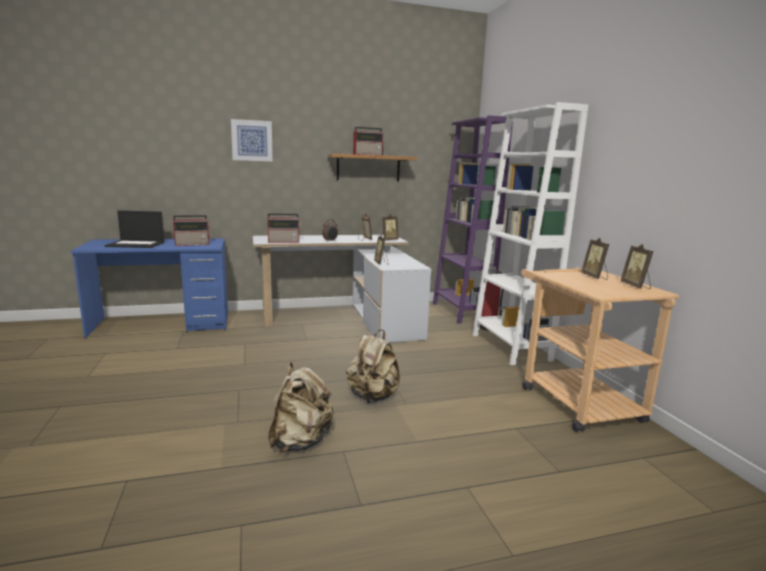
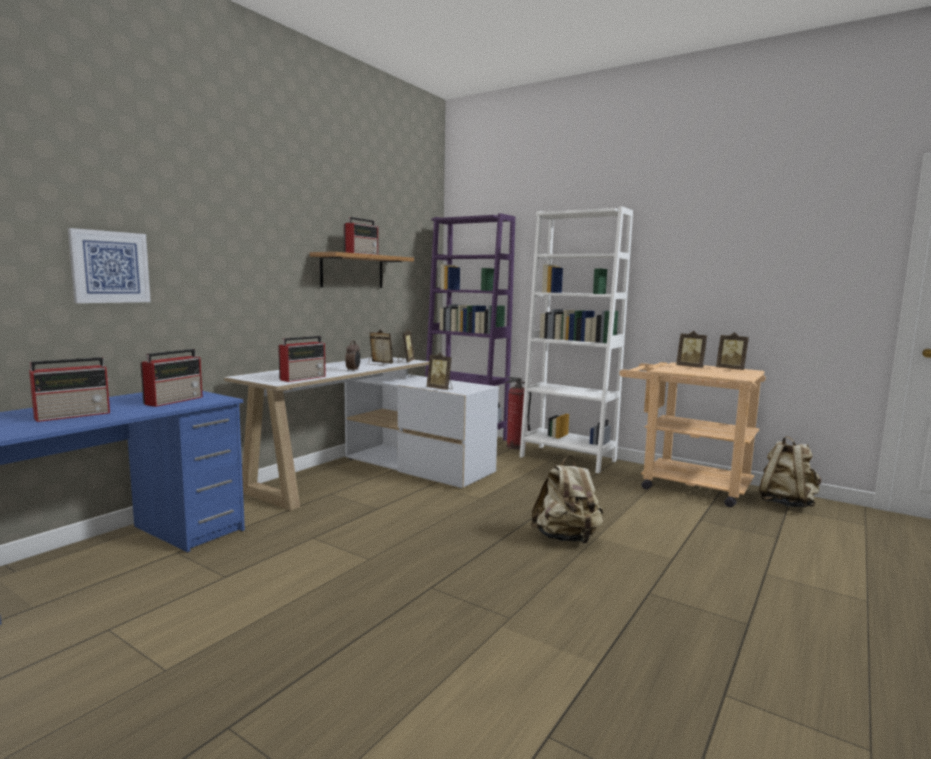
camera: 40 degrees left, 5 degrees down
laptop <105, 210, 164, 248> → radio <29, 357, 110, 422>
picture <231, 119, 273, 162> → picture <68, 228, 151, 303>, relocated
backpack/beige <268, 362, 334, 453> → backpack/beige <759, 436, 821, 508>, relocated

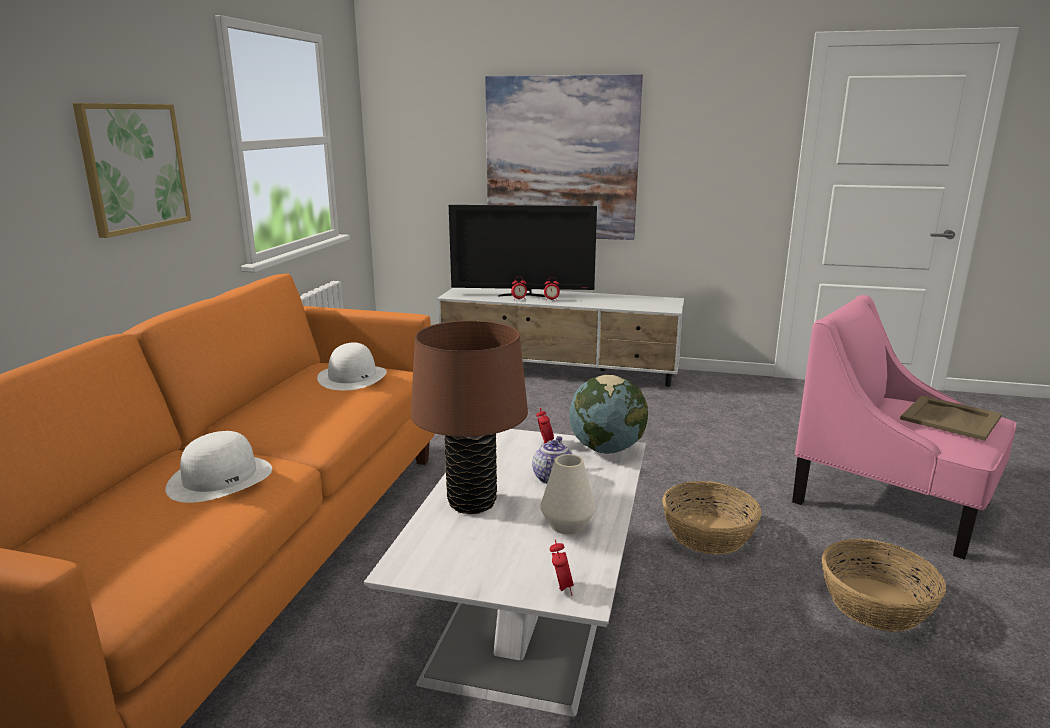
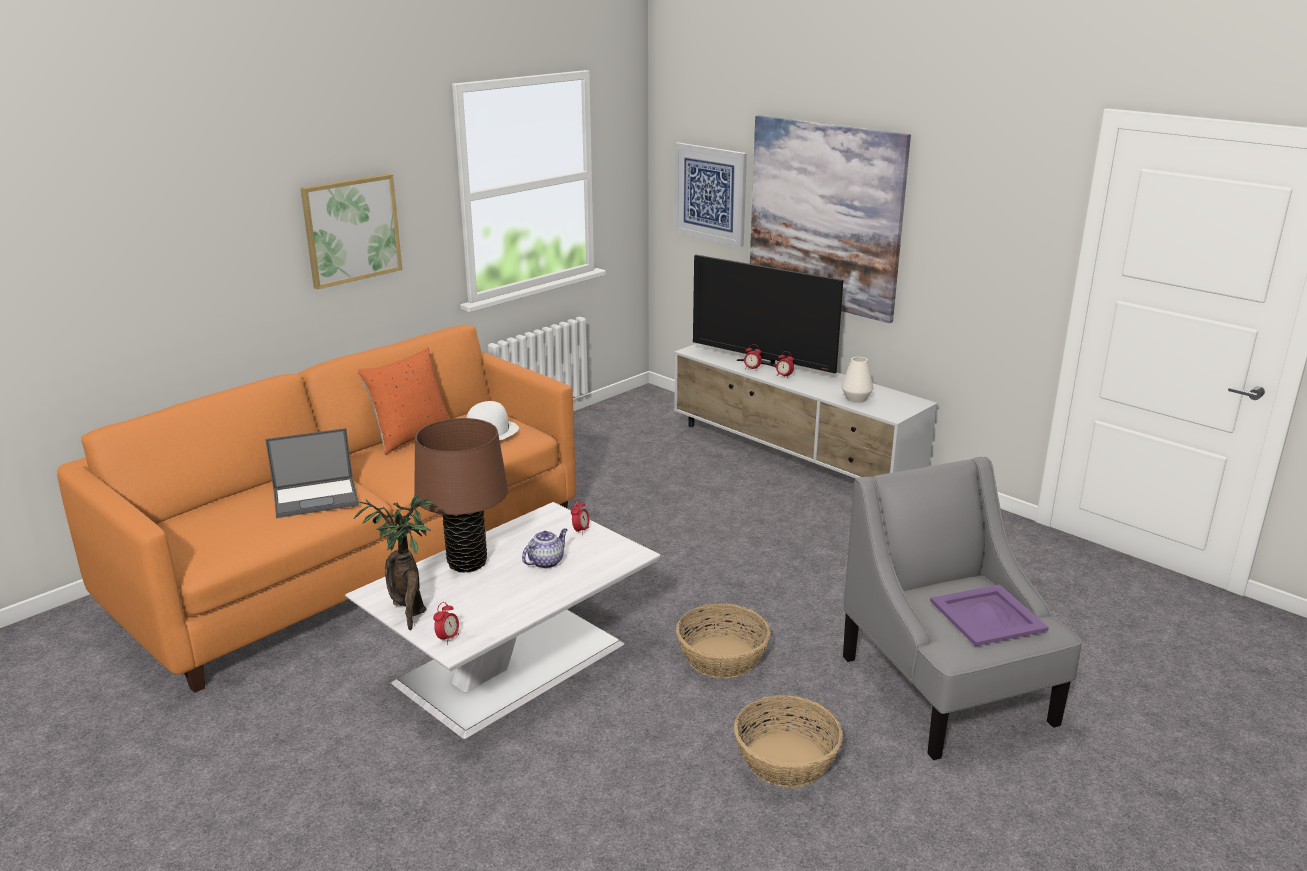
camera: 30 degrees right, 5 degrees up
hat/white <165, 431, 272, 503> → laptop <265, 428, 359, 518>
- → potted plant <354, 494, 438, 630>
- → pillow/orange <357, 347, 450, 455>
- → picture <674, 142, 747, 247>
vase/white <540, 454, 596, 534> → vase/white <841, 357, 873, 402>, relocated
armchair/pink <792, 295, 1017, 560> → armchair/grey <843, 457, 1082, 760>
tray/beige <900, 395, 1002, 441> → tray/purple <930, 584, 1049, 646>
globe <569, 375, 648, 454> → -

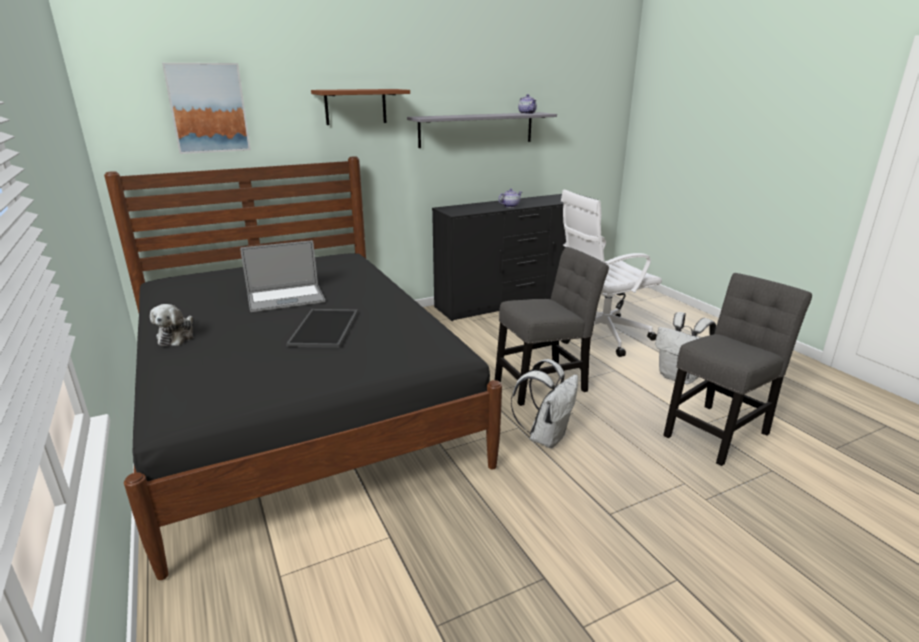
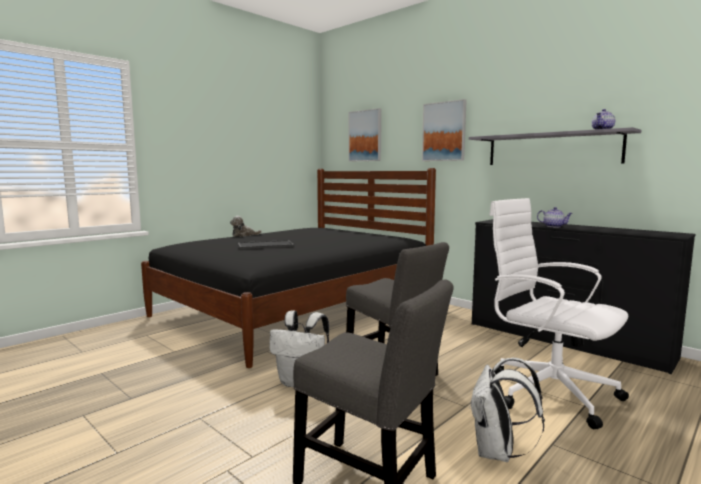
camera: 70 degrees right, 15 degrees down
shelf/brown <311, 89, 410, 125> → picture <422, 99, 467, 161>
laptop <240, 240, 325, 312> → -

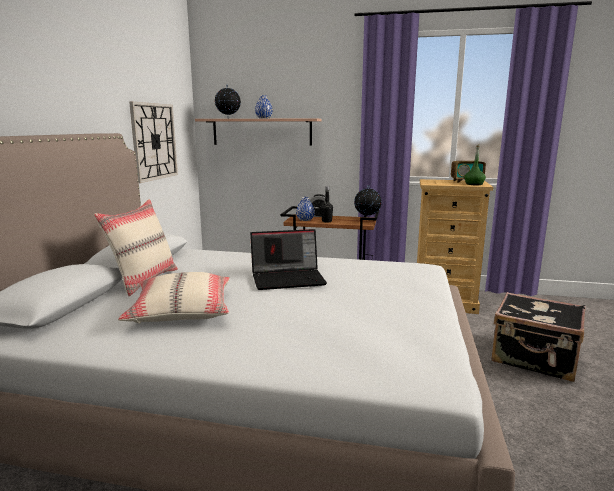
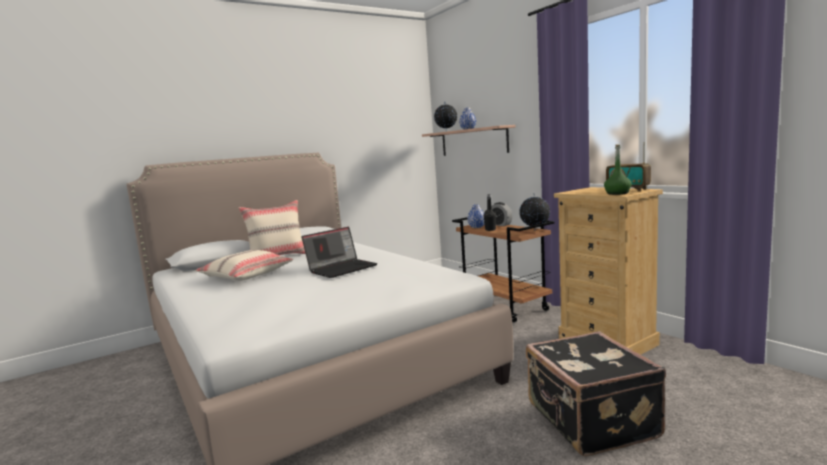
camera: 45 degrees right, 5 degrees down
laptop <250, 229, 327, 290> → laptop <301, 227, 377, 278>, 75 degrees counterclockwise
wall clock <129, 102, 178, 183> → -

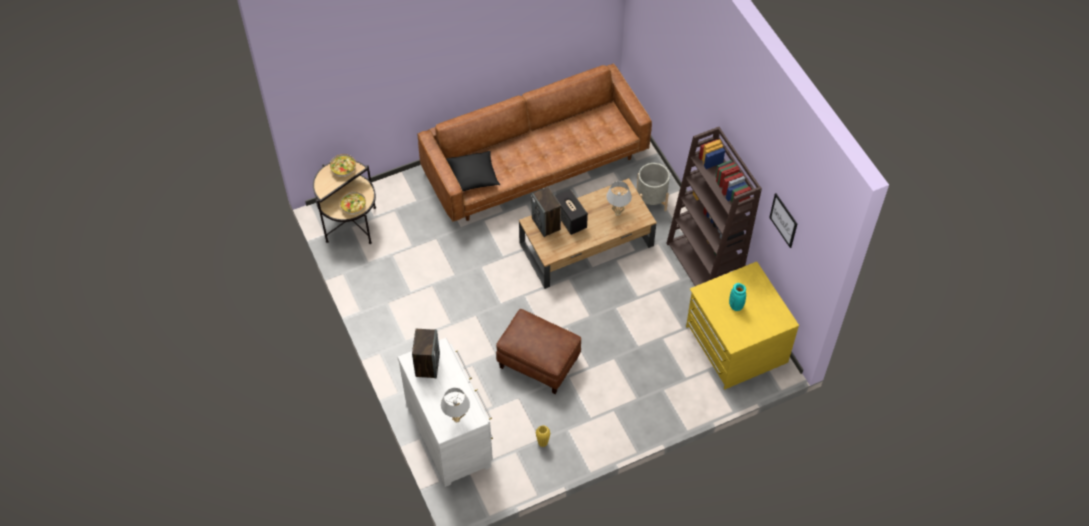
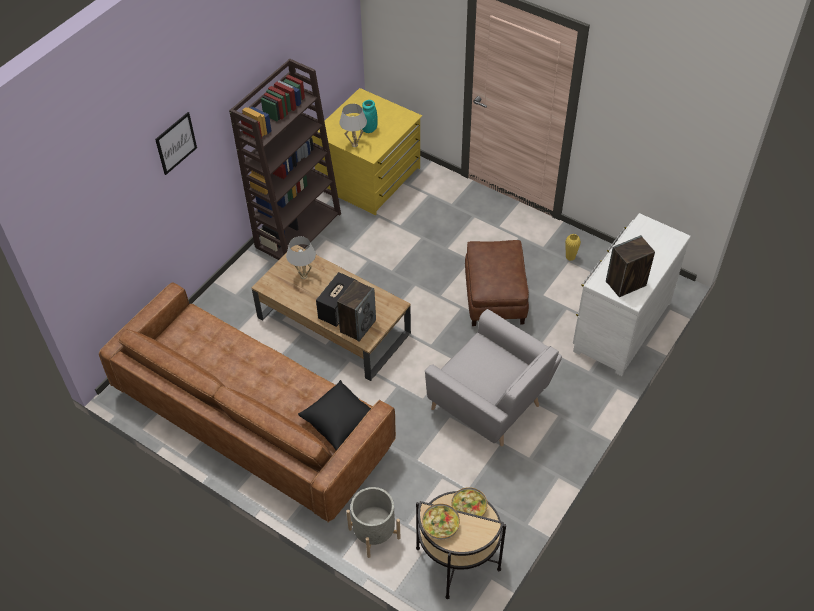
camera: 120 degrees left, 5 degrees down
picture <769, 193, 797, 248> → picture <155, 112, 197, 175>, relocated
table lamp/white <441, 388, 470, 422> → table lamp/white <339, 104, 367, 147>, relocated
planter/grey <636, 163, 670, 211> → planter/grey <346, 487, 401, 558>, relocated
- → armchair/grey <425, 309, 562, 446>

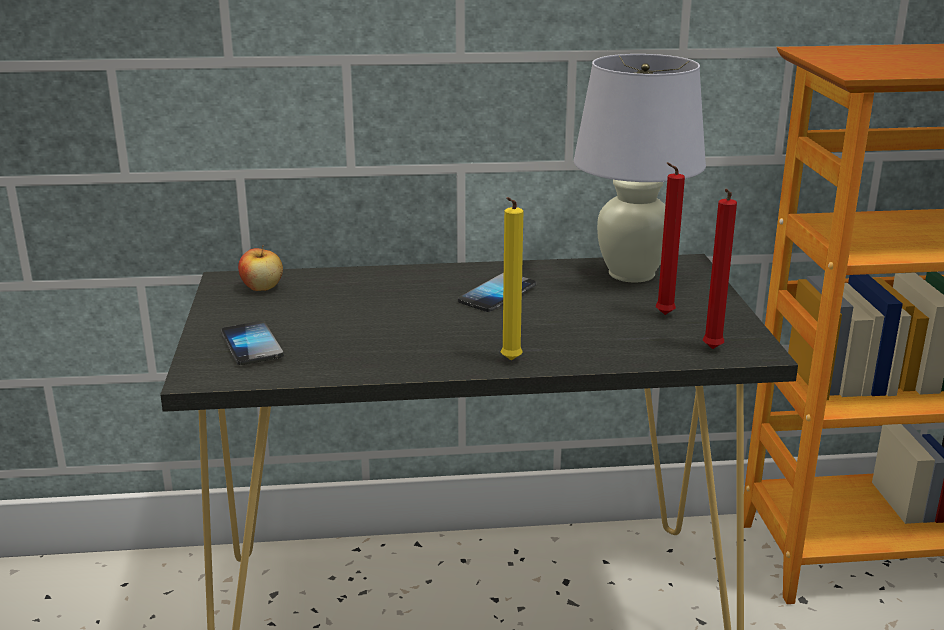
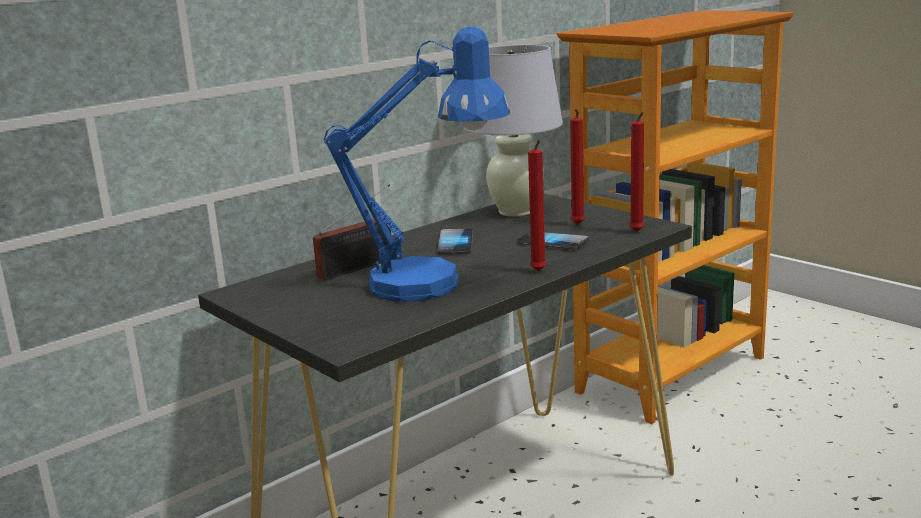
camera: 35 degrees left, 5 degrees down
- → radio <313, 184, 391, 280>
- → table lamp/blue <324, 26, 510, 302>
phone <221, 321, 284, 365> → phone <516, 232, 589, 249>, relocated
candle/yellow <501, 197, 523, 360> → candle/red <528, 139, 547, 271>
apple <238, 245, 283, 291> → -

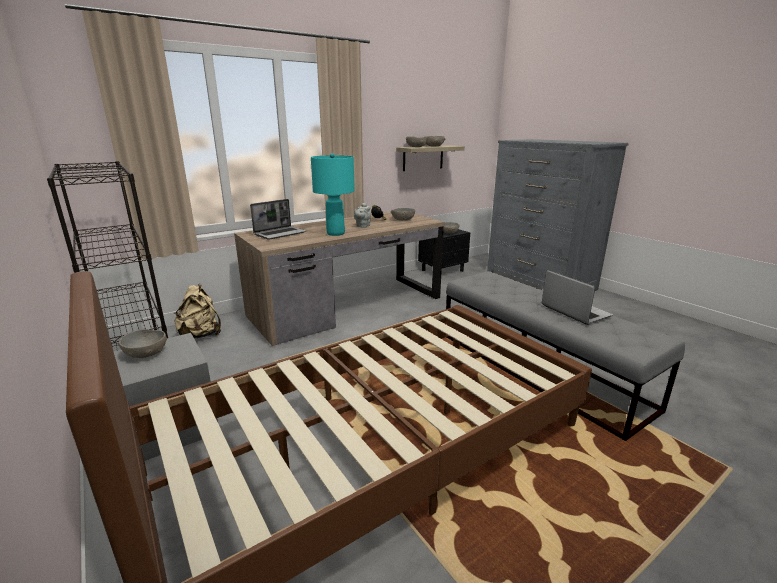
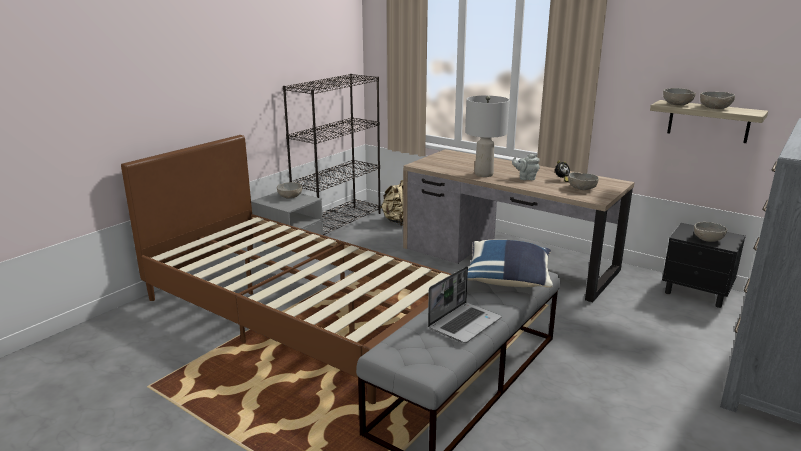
camera: 70 degrees right, 0 degrees up
table lamp/turquoise <311, 153, 355, 236> → table lamp/grey <465, 96, 510, 177>
- → pillow/blue <467, 240, 553, 288>
laptop <250, 199, 306, 240> → -

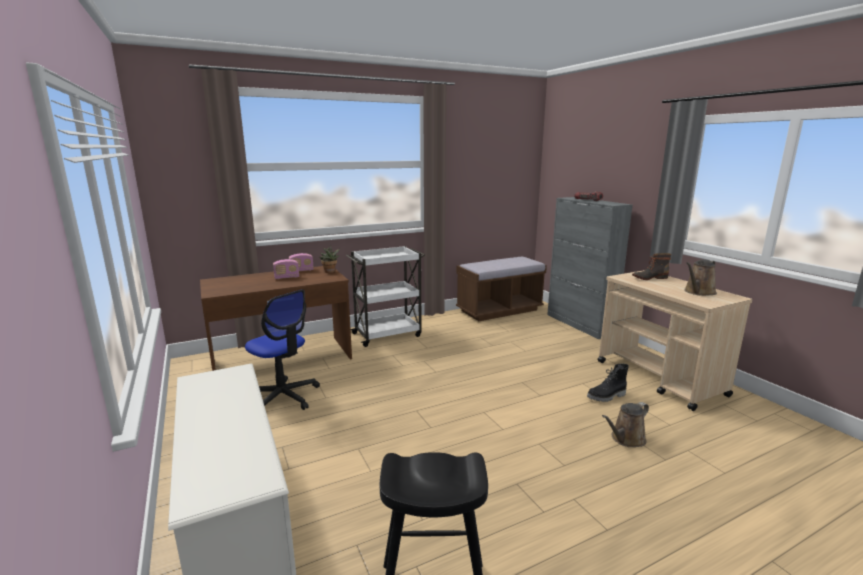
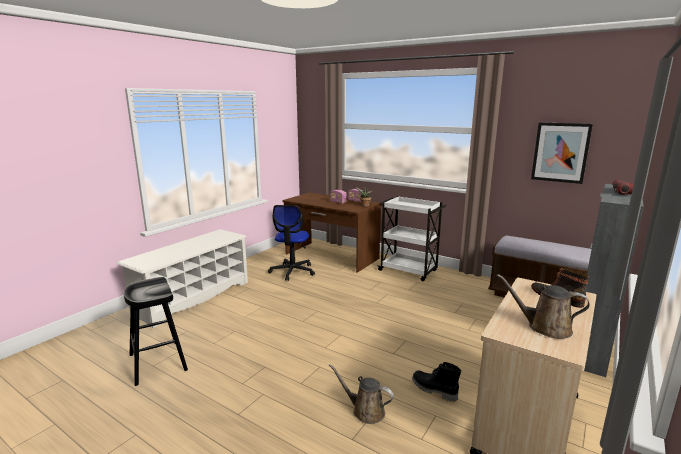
camera: 60 degrees right, 0 degrees up
- → picture <531, 122, 593, 184>

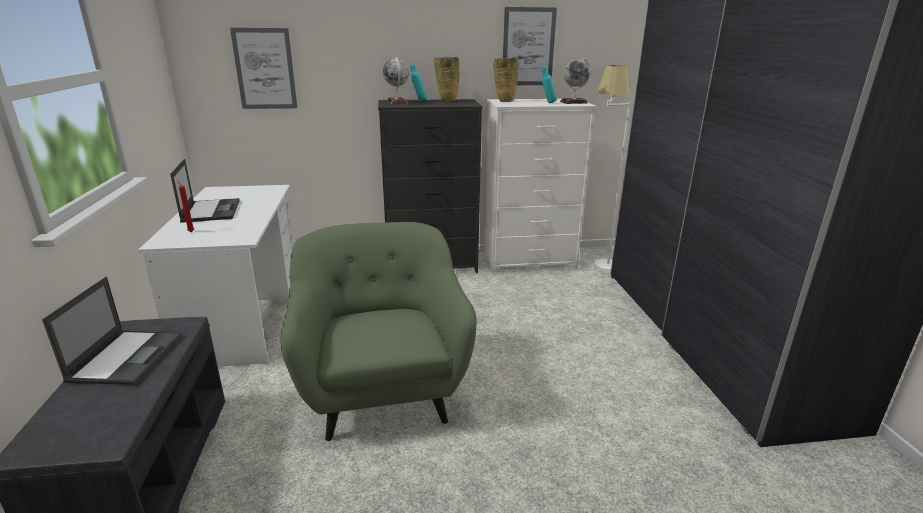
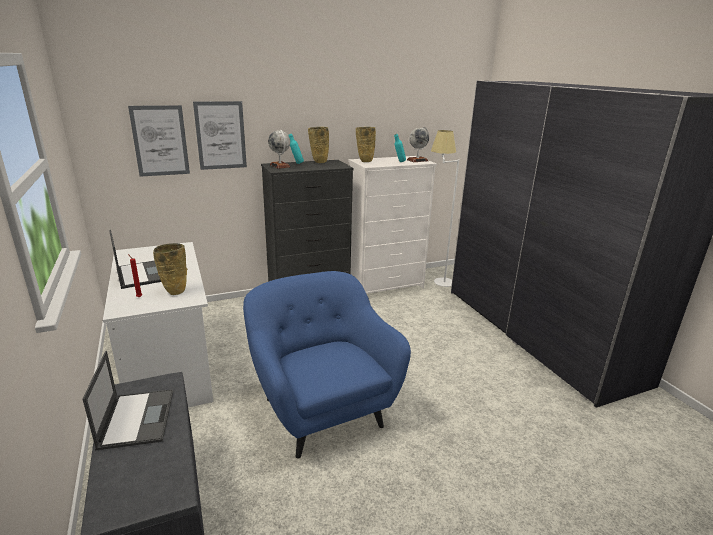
camera: 15 degrees left, 0 degrees up
- → vase/beige <153, 243, 187, 295>
picture <503, 7, 557, 85> → picture <193, 101, 247, 170>, relocated
armchair/green <280, 222, 477, 441> → armchair/blue <243, 271, 411, 458>

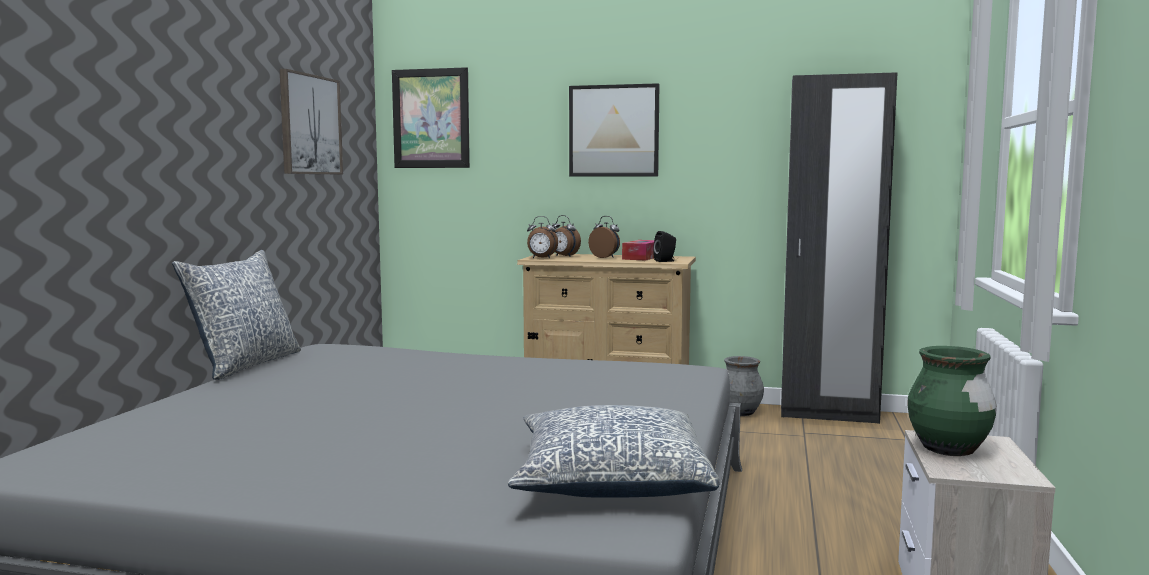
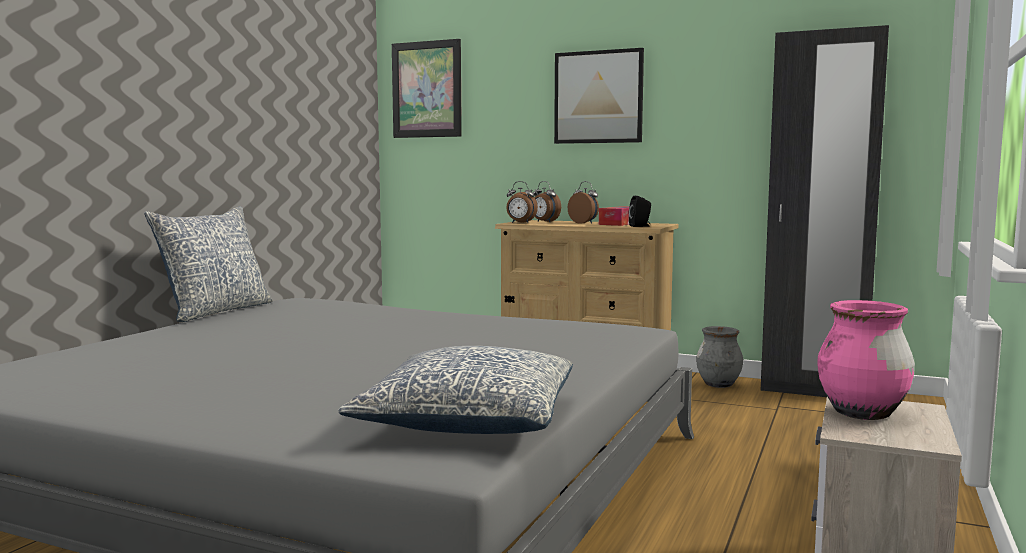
camera: 10 degrees right, 0 degrees up
vase/green <907, 346, 997, 456> → vase/pink <817, 300, 915, 420>
picture <279, 69, 343, 174> → -

